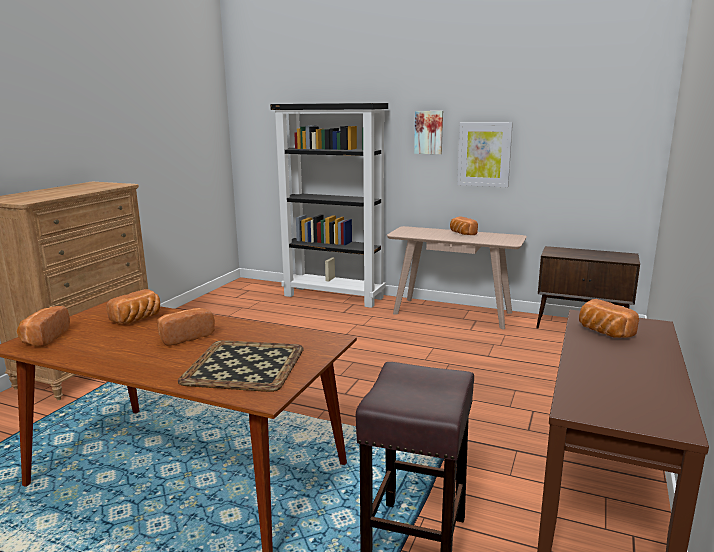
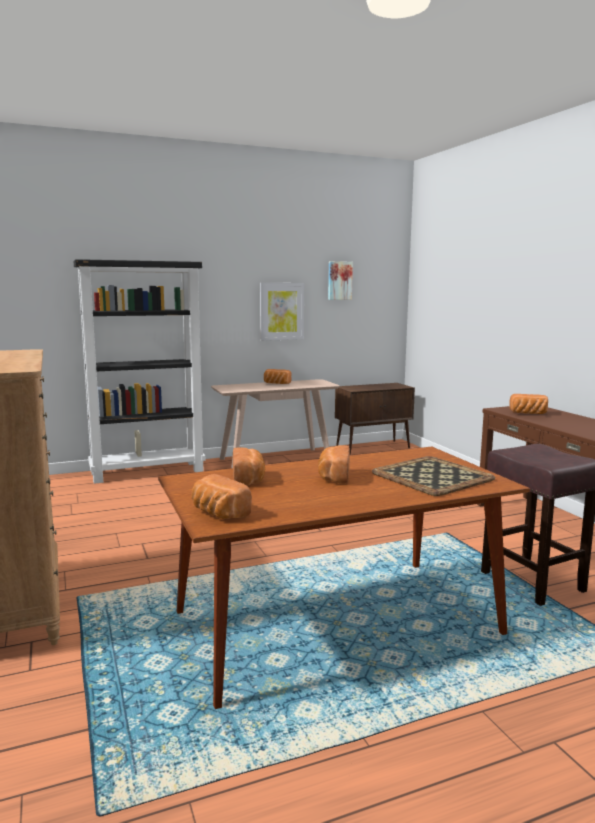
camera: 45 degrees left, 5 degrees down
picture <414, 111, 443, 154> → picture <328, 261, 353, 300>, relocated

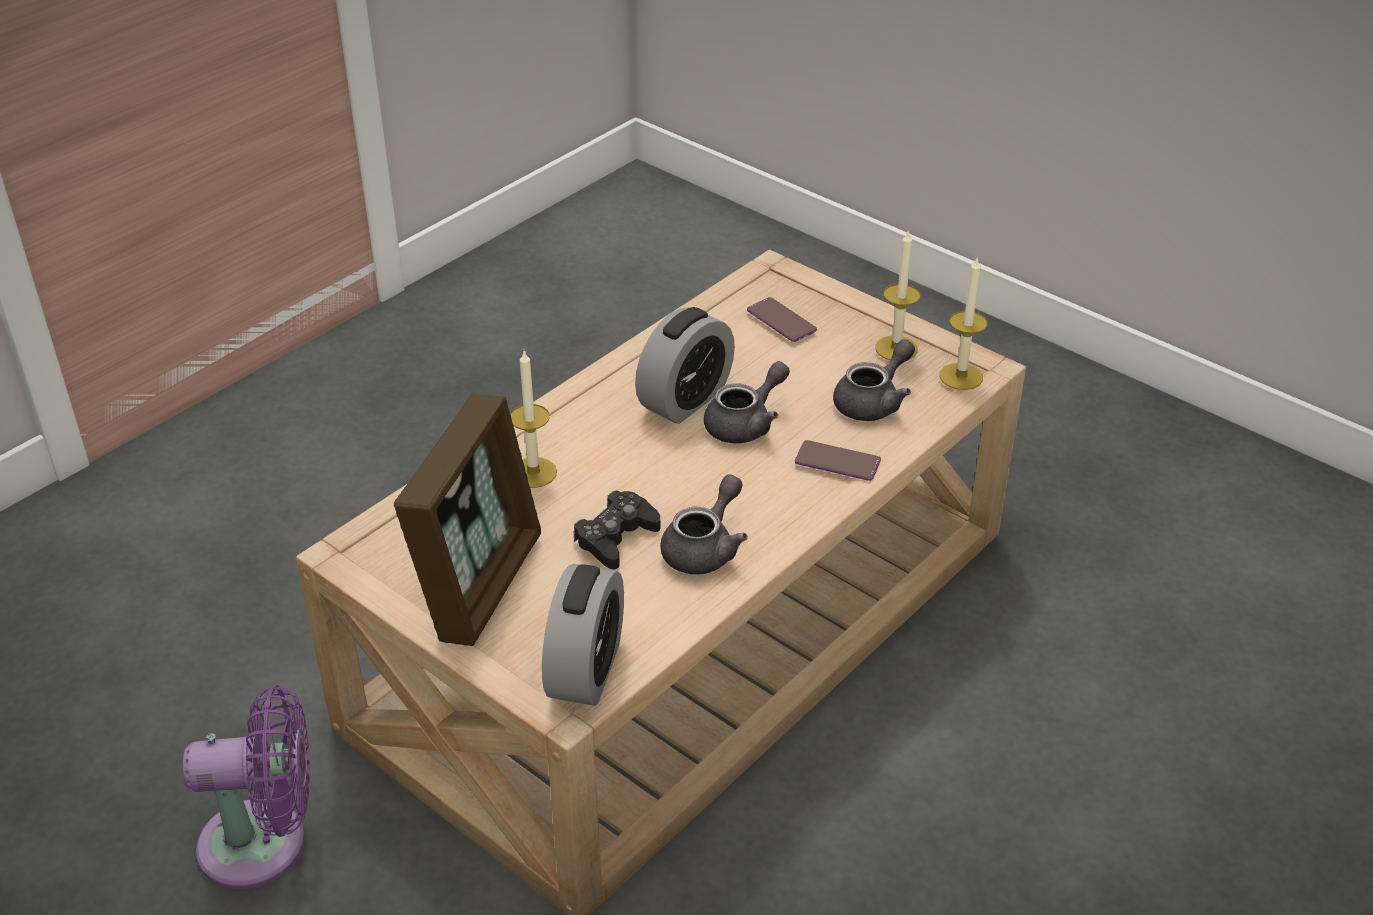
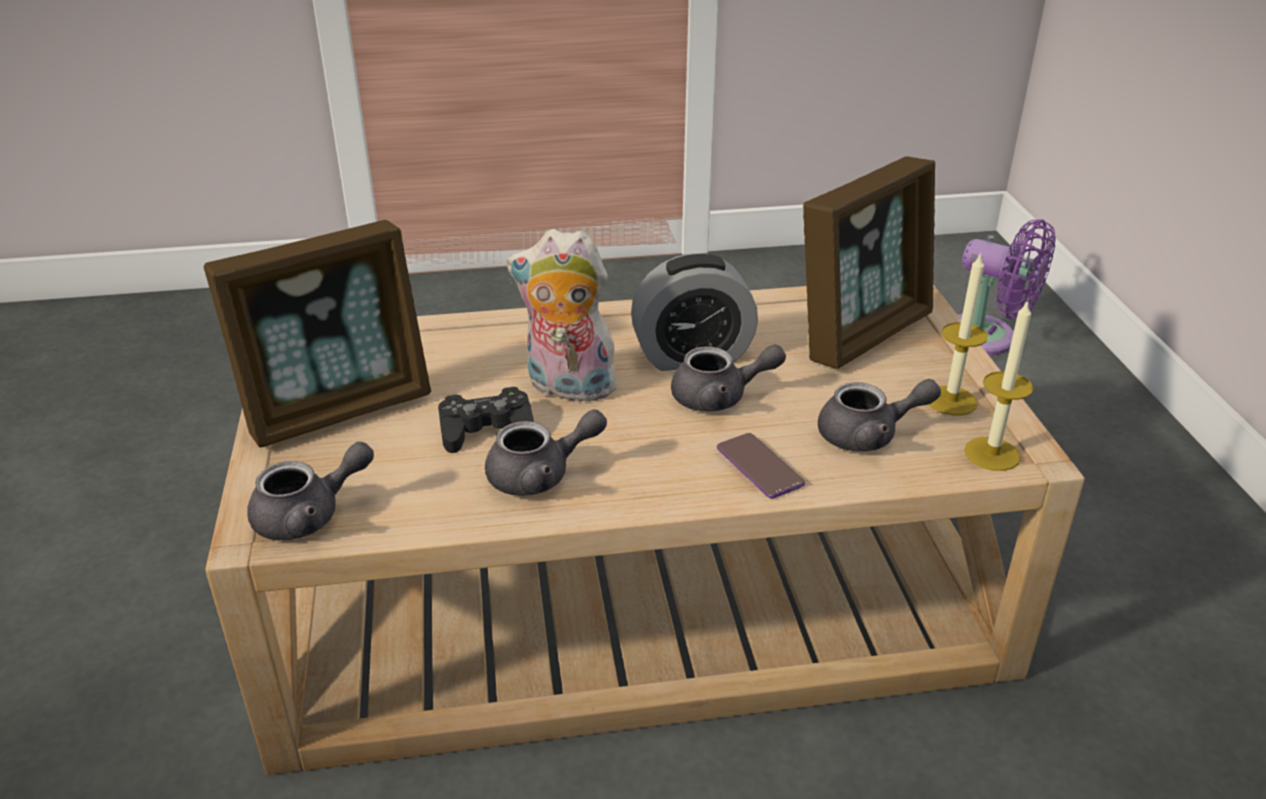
camera: 40 degrees right, 5 degrees down
alarm clock <542, 564, 624, 706> → teapot/grey <247, 442, 374, 540>
- → plush toy <507, 229, 625, 406>
phone <747, 297, 817, 342> → picture frame <803, 157, 935, 369>
fan/purple <183, 685, 310, 889> → fan/purple <958, 219, 1056, 355>, relocated
candle <510, 351, 557, 488> → -

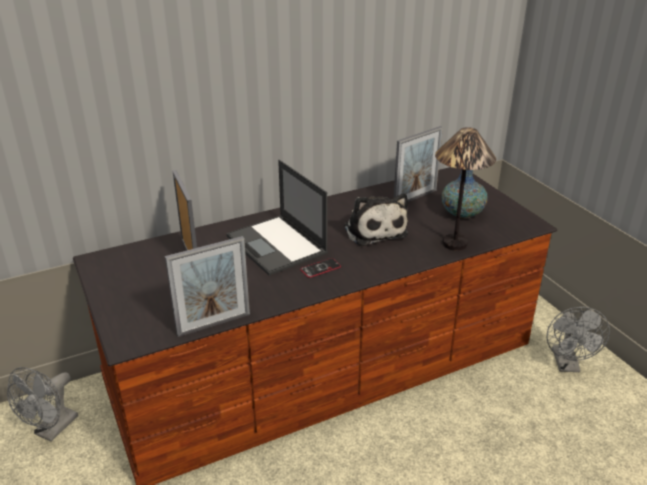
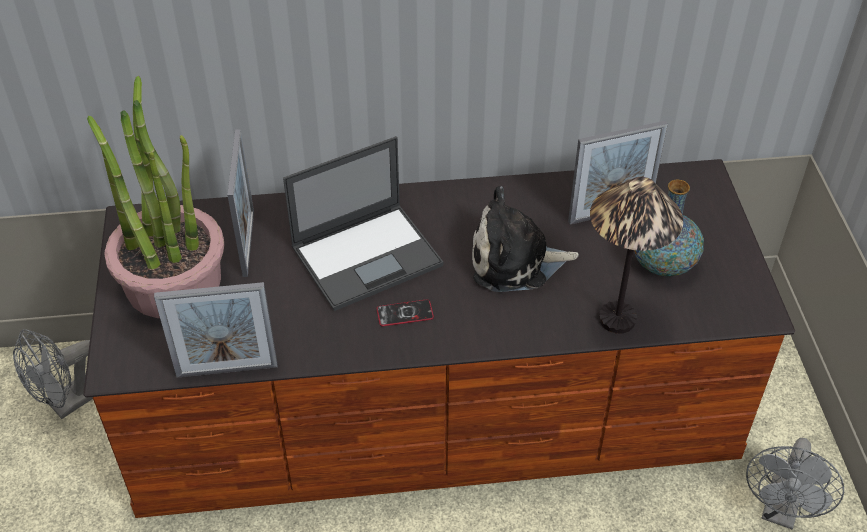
camera: 20 degrees right, 15 degrees up
- → potted plant <87, 76, 224, 318>
laptop <227, 160, 328, 276> → laptop <283, 136, 444, 311>, 105 degrees counterclockwise
plush toy <344, 193, 408, 246> → plush toy <472, 186, 579, 292>, 90 degrees clockwise

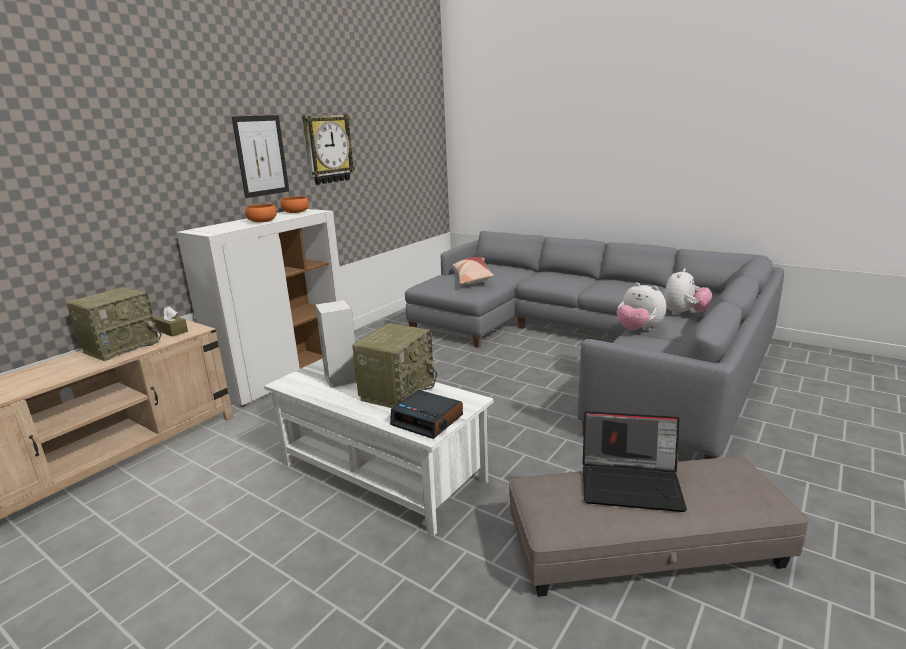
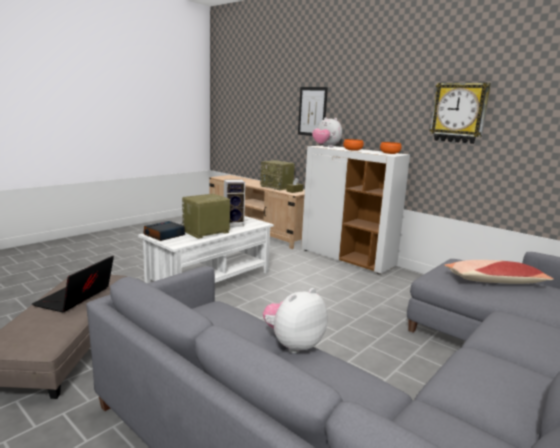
camera: 95 degrees right, 5 degrees down
radio <352, 323, 437, 408> → radio <181, 194, 230, 239>, 105 degrees clockwise
picture <232, 115, 289, 198> → picture <298, 87, 328, 136>, relocated
plush toy <664, 268, 712, 316> → plush toy <312, 117, 342, 147>, relocated

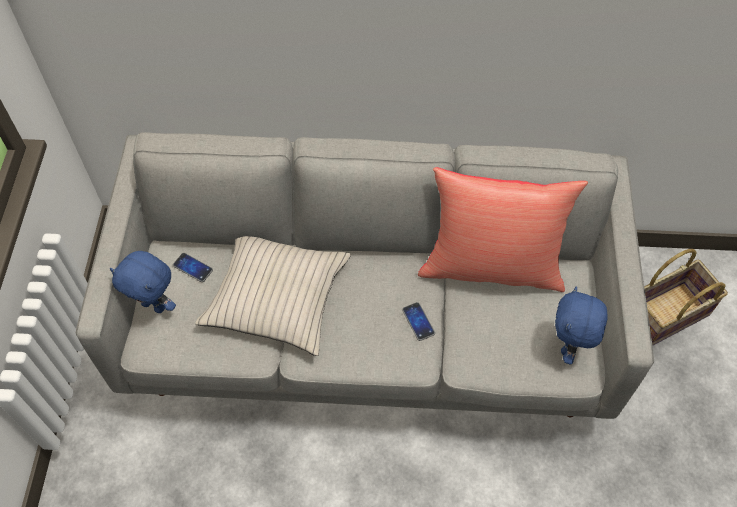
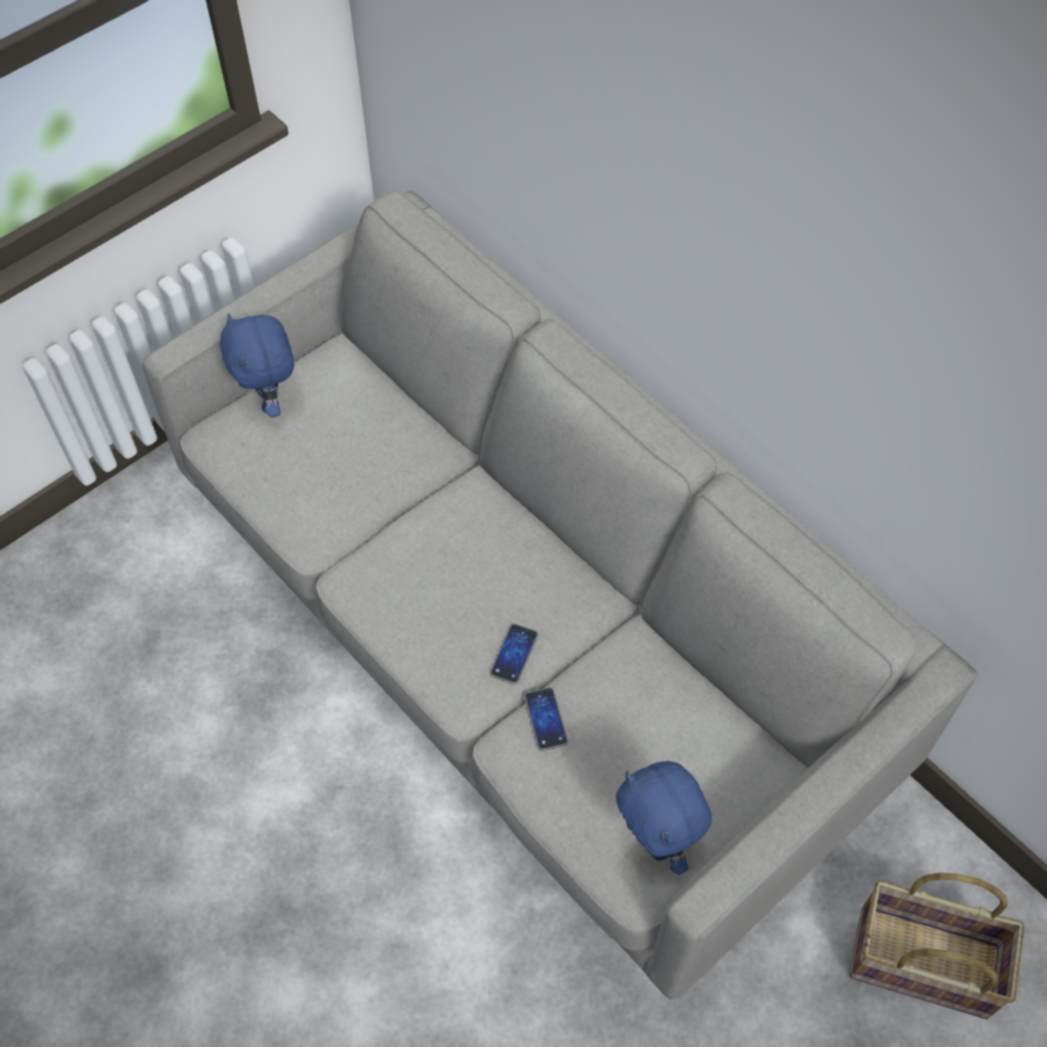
camera: 45 degrees right, 0 degrees up
phone <173, 253, 213, 282> → phone <524, 687, 568, 751>, relocated
plush toy/blue <555, 286, 608, 364> → plush toy/blue <616, 761, 712, 875>, 90 degrees counterclockwise
pillow/beige <195, 236, 351, 356> → -
pillow/red <418, 167, 588, 292> → -

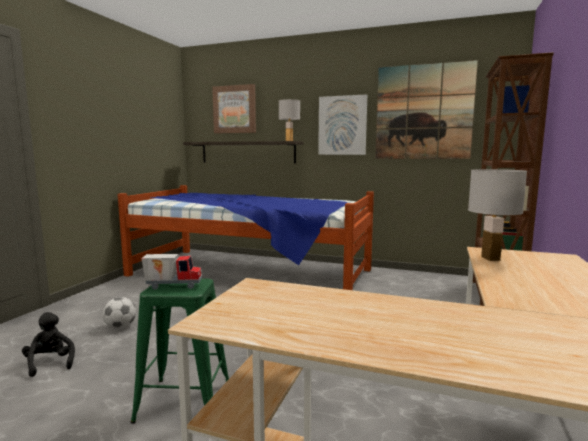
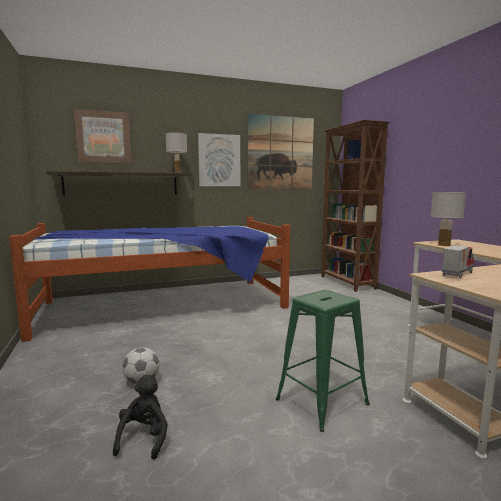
camera: 40 degrees left, 0 degrees up
plush toy/black <22, 312, 75, 377> → plush toy/black <113, 375, 168, 460>, 75 degrees clockwise
toy truck <141, 254, 202, 290> → toy truck <442, 246, 474, 278>, relocated

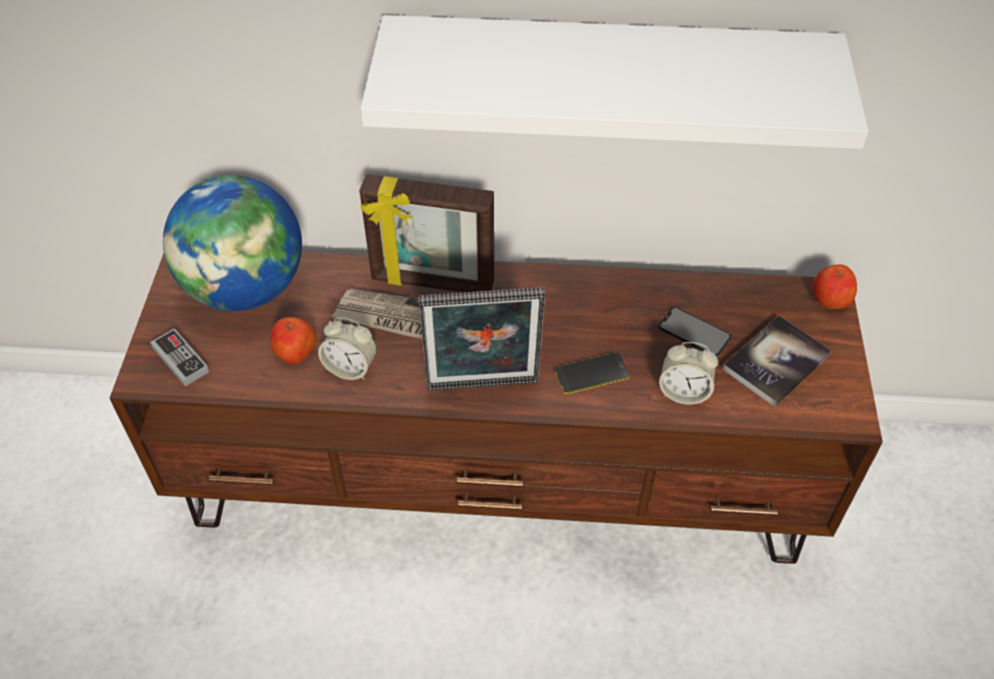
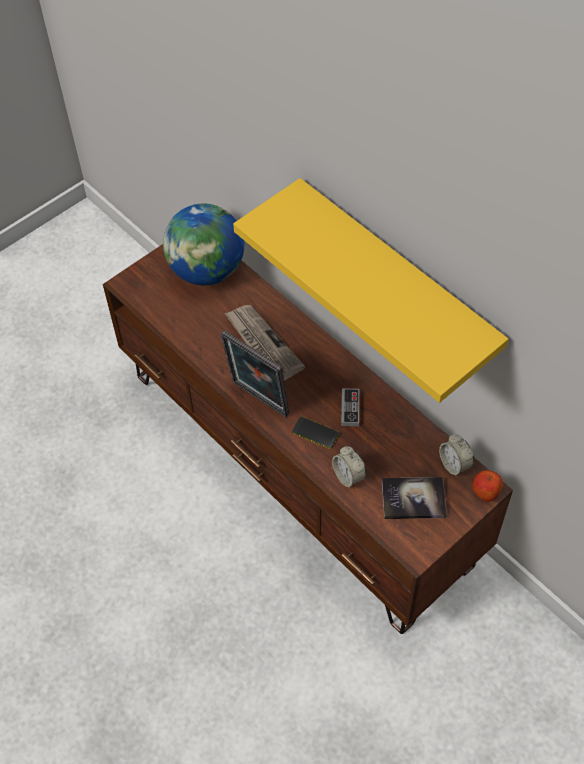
camera: 45 degrees right, 5 degrees up
shelf/white <360, 15, 869, 149> → shelf/yellow <233, 178, 508, 403>
game controller <150, 328, 209, 386> → game controller <341, 388, 359, 426>, relocated
alarm clock <318, 317, 377, 380> → alarm clock <439, 434, 474, 477>, relocated
apple <270, 317, 317, 364> → -
picture frame <359, 174, 494, 292> → -
phone <659, 307, 731, 356> → -

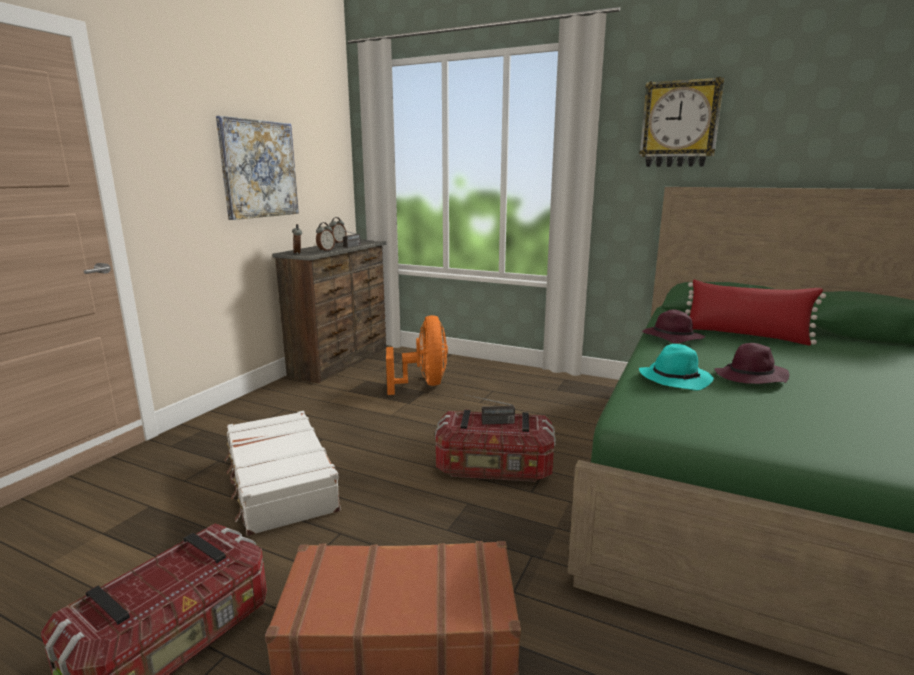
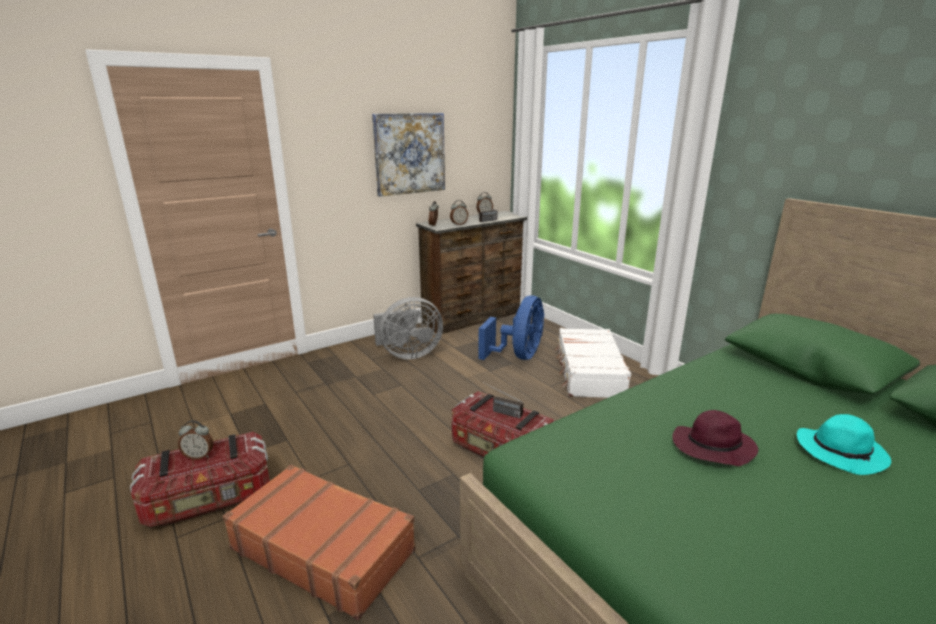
camera: 30 degrees right, 5 degrees up
- → alarm clock <178, 420, 213, 460>
- → fan/grey <373, 297, 443, 359>
fan/orange <386, 315, 448, 395> → fan/blue <478, 295, 544, 360>
suitcase/white <225, 411, 341, 536> → suitcase/white <555, 328, 631, 398>, relocated
hat/turquoise <639, 344, 714, 391> → hat/turquoise <797, 414, 891, 475>, relocated
wall clock <639, 77, 725, 167> → -
hat/purple <642, 309, 705, 343> → -
pillow/red <685, 279, 826, 346> → -

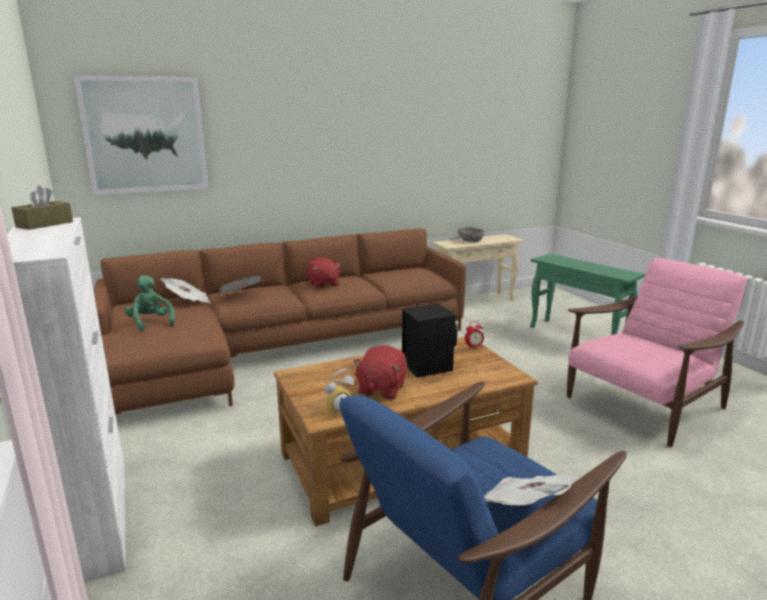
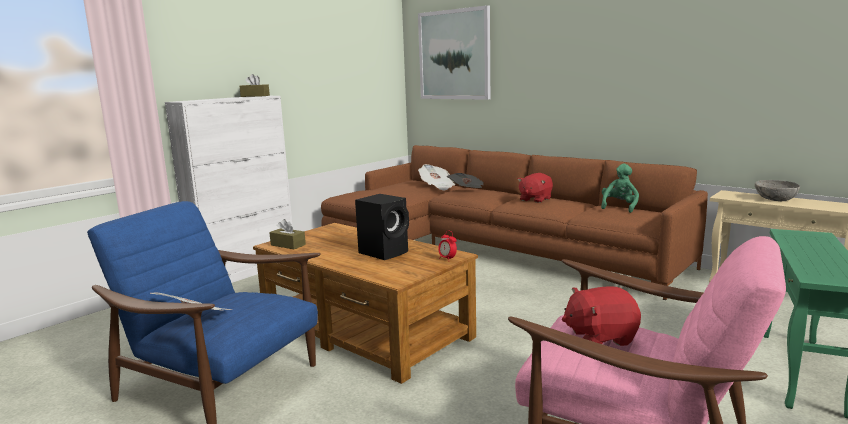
camera: 65 degrees right, 5 degrees down
alarm clock <325, 369, 354, 417> → tissue box/brown <269, 219, 306, 249>
plush toy/red <353, 345, 407, 400> → plush toy/red <562, 286, 641, 346>, relocated
plush toy/green <124, 275, 175, 331> → plush toy/green <601, 164, 639, 213>, relocated

